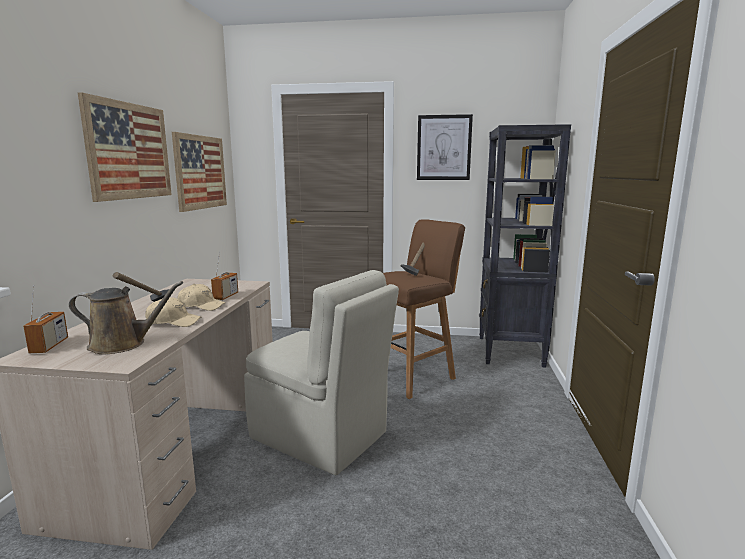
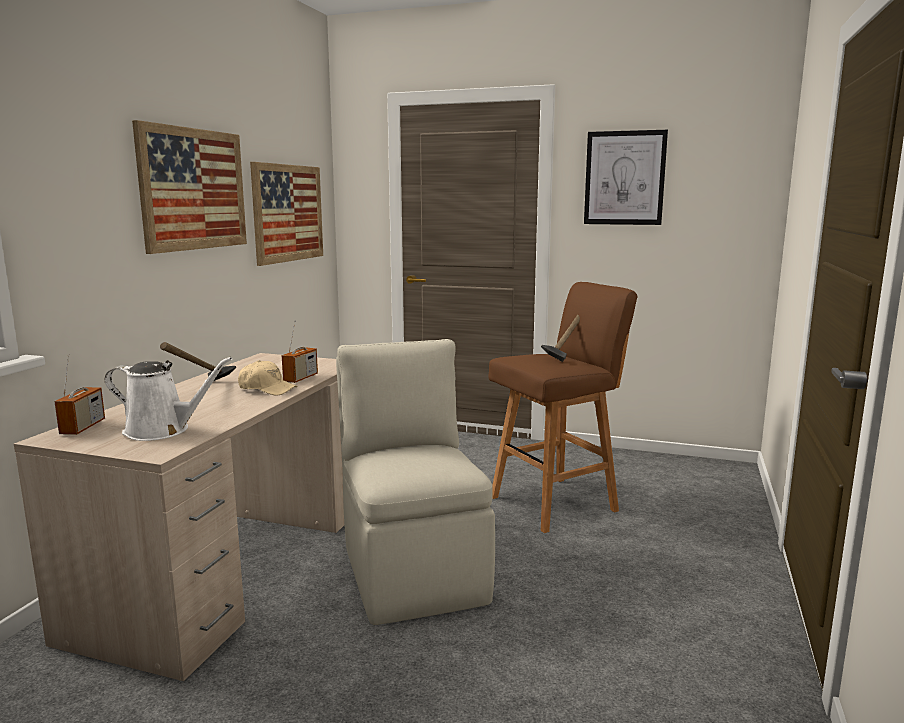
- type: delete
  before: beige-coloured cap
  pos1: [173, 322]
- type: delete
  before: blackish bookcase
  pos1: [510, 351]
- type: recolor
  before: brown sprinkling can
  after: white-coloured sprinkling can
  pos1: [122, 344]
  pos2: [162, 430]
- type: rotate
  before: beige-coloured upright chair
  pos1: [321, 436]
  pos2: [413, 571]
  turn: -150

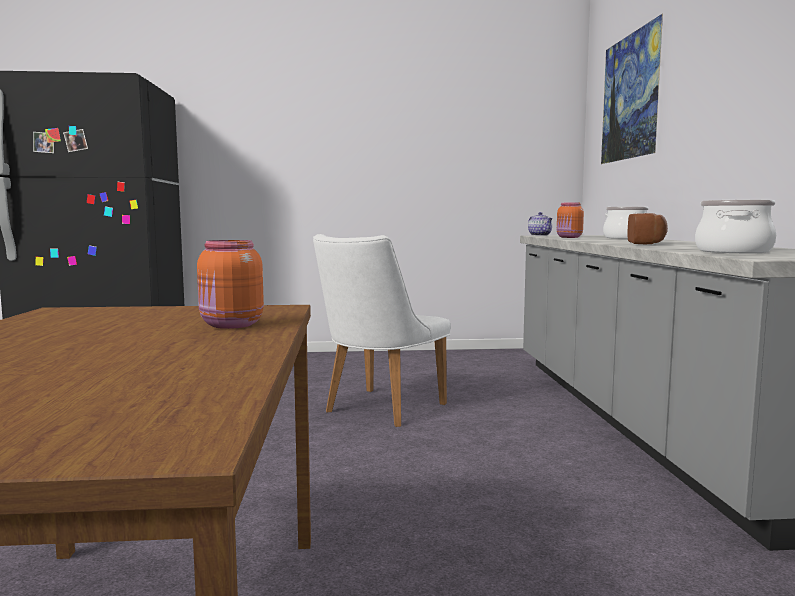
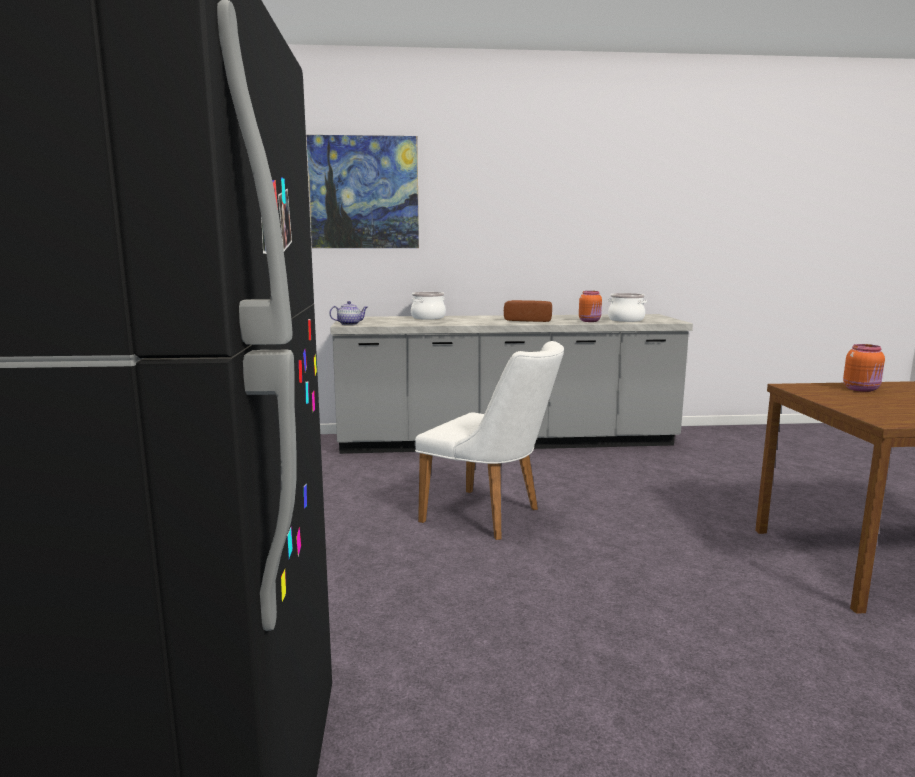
- type: move
  before: orangey storage jar
  pos1: [569, 237]
  pos2: [590, 321]

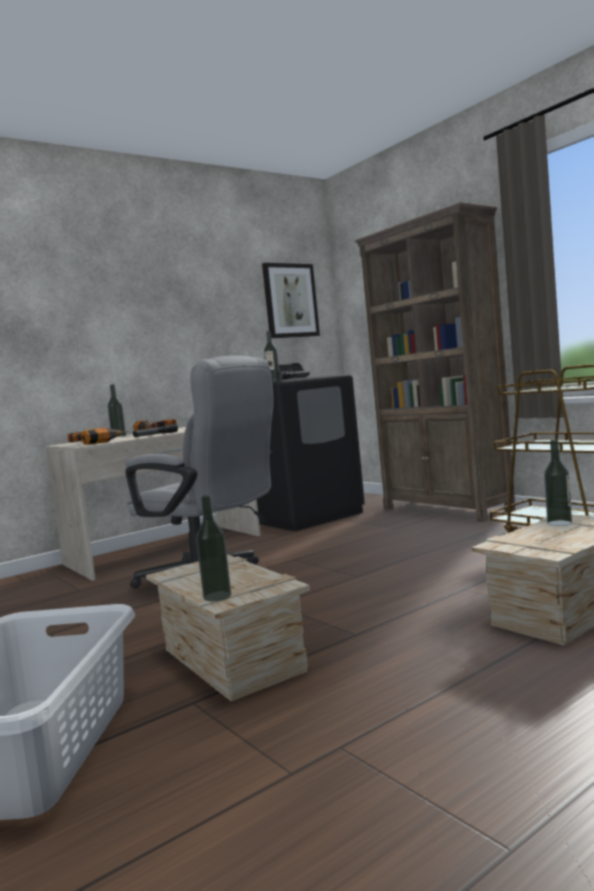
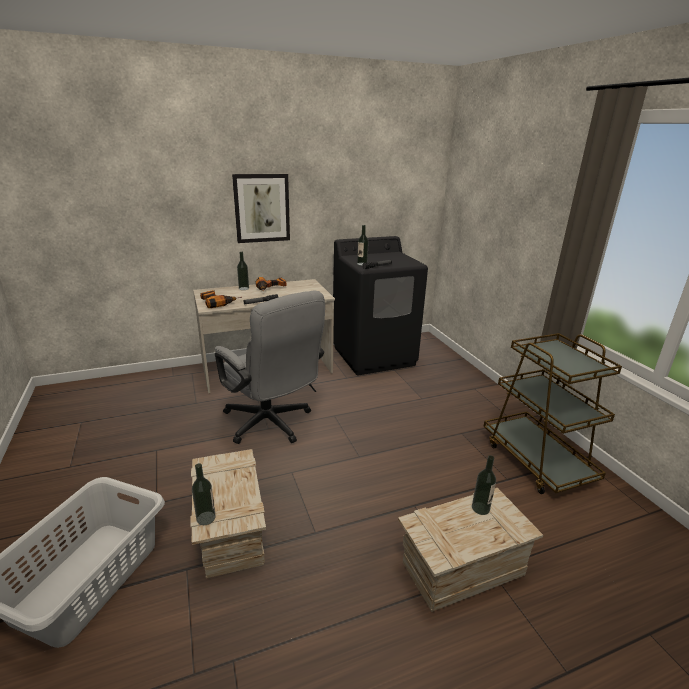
- type: delete
  before: brown bookcase
  pos1: [446, 509]
- type: move
  before: wall art
  pos1: [290, 301]
  pos2: [262, 208]

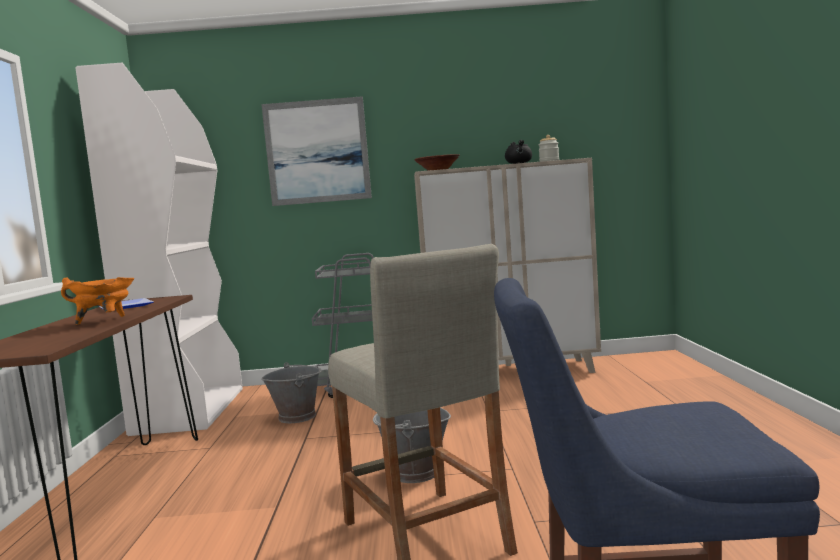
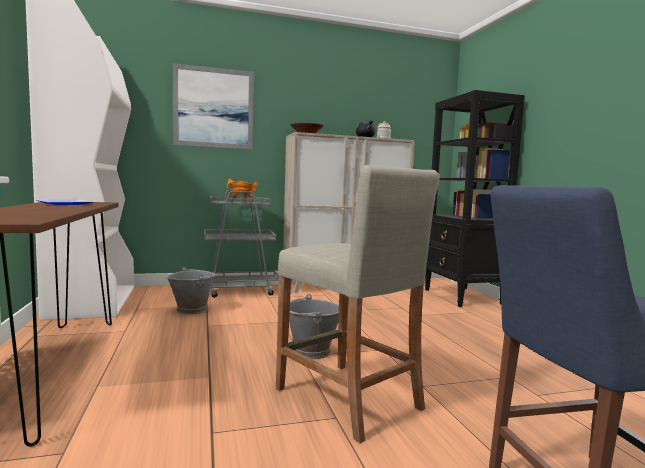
- type: insert
  after: blackish bookcase
  pos2: [462, 297]
- type: move
  before: orangey saucepot
  pos1: [105, 321]
  pos2: [243, 202]

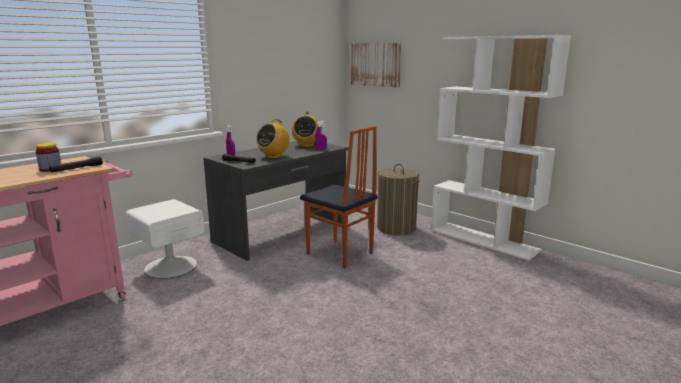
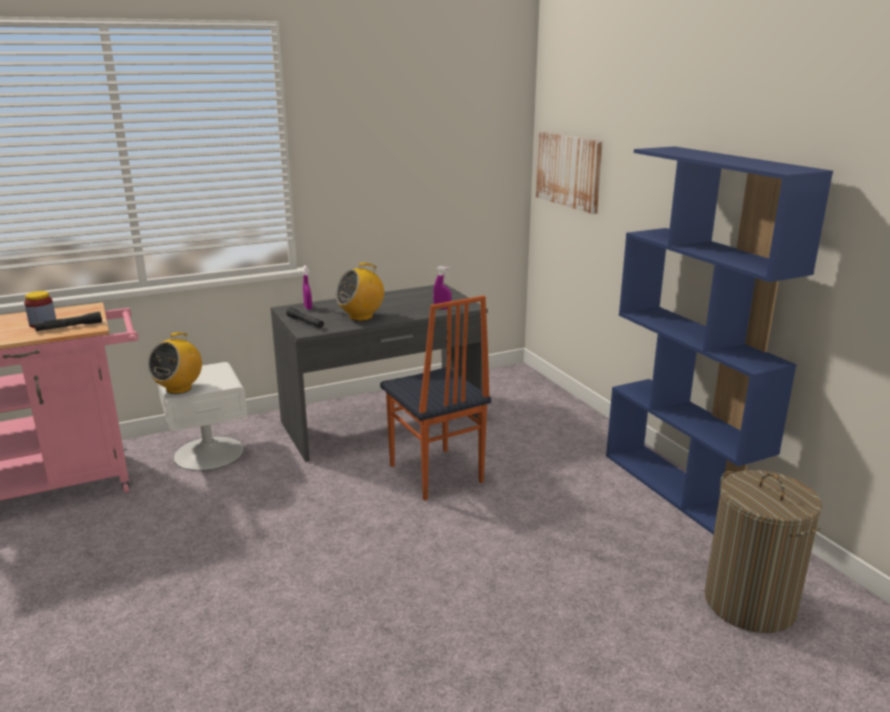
- type: move
  before: radio set
  pos1: [306, 145]
  pos2: [179, 388]
- type: move
  before: hamper
  pos1: [396, 228]
  pos2: [749, 603]
- type: recolor
  before: white-coloured bookcase
  after: bluish bookcase
  pos1: [484, 240]
  pos2: [680, 490]

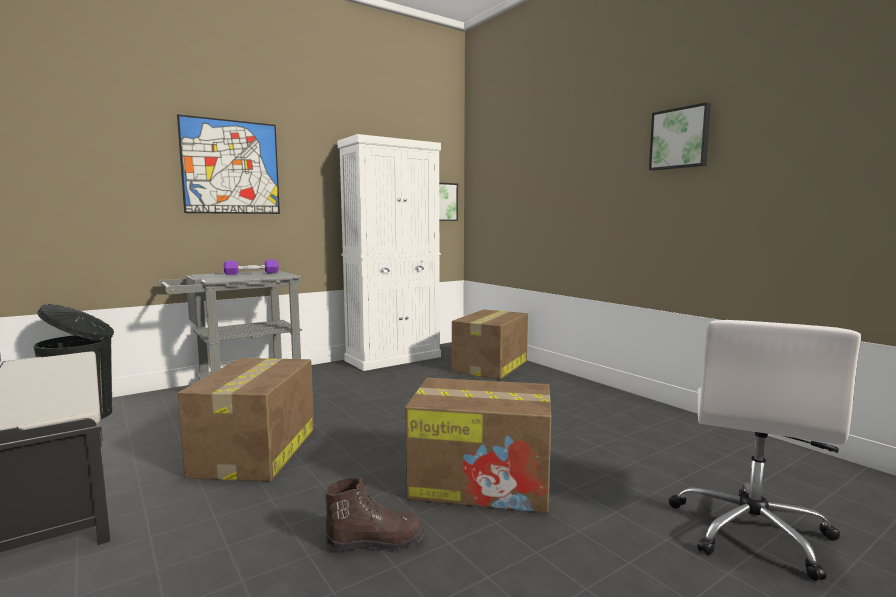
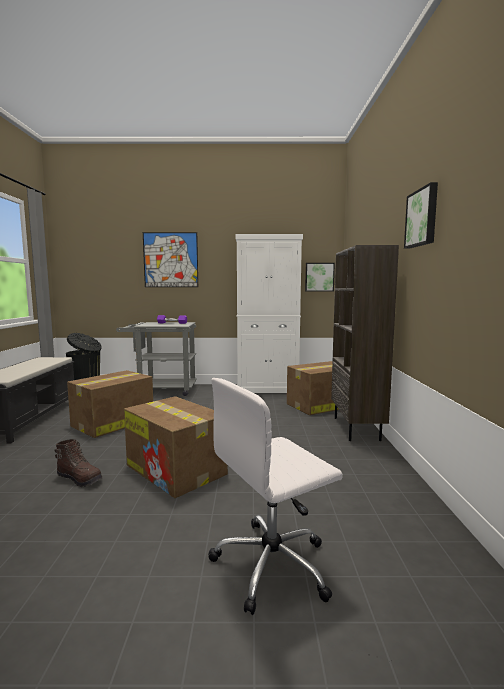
- type: insert
  after: brown bookcase
  pos2: [357, 429]

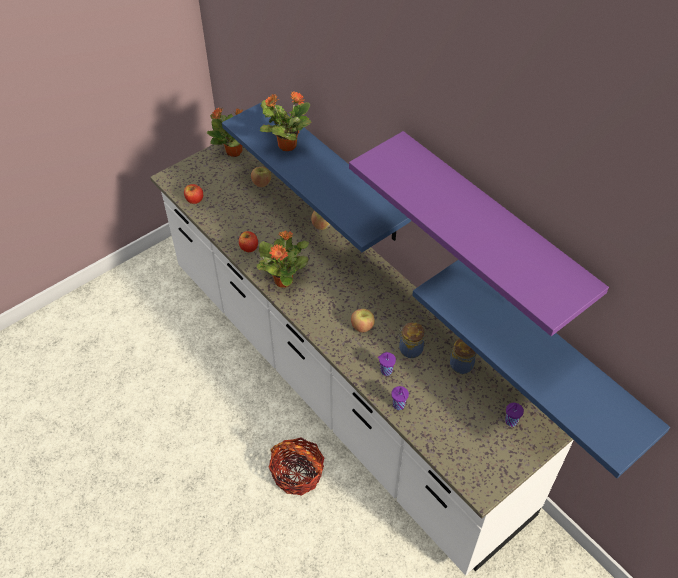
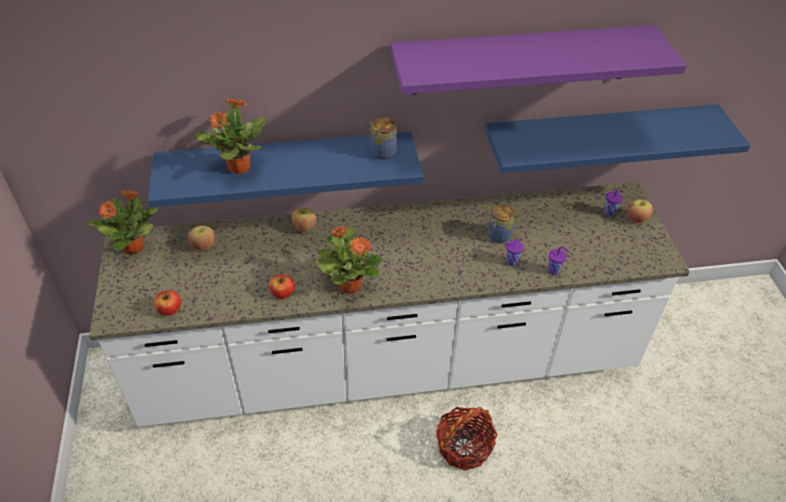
- type: move
  before: apple fruit
  pos1: [362, 326]
  pos2: [636, 218]
- type: move
  before: storage jar
  pos1: [461, 364]
  pos2: [382, 152]

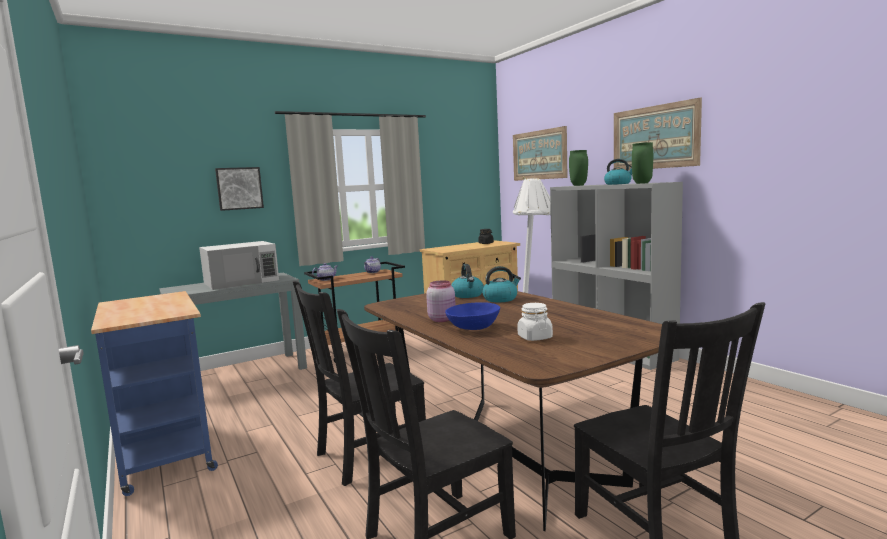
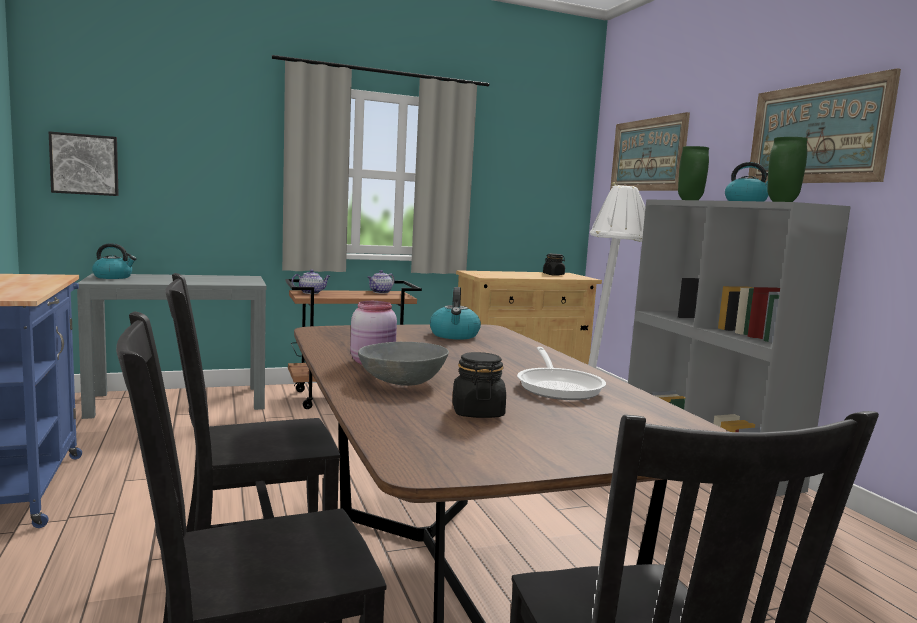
- type: delete
  before: white-coloured microwave
  pos1: [242, 281]
- type: insert
  after: skillet
  pos2: [558, 387]
- type: move
  before: wall art
  pos1: [239, 188]
  pos2: [85, 164]
- type: move
  before: water kettle
  pos1: [500, 299]
  pos2: [113, 277]
- type: recolor
  before: bluish deep dish
  after: greyish deep dish
  pos1: [473, 327]
  pos2: [403, 381]
- type: recolor
  before: white-coloured storage jar
  after: blackish storage jar
  pos1: [534, 337]
  pos2: [477, 412]

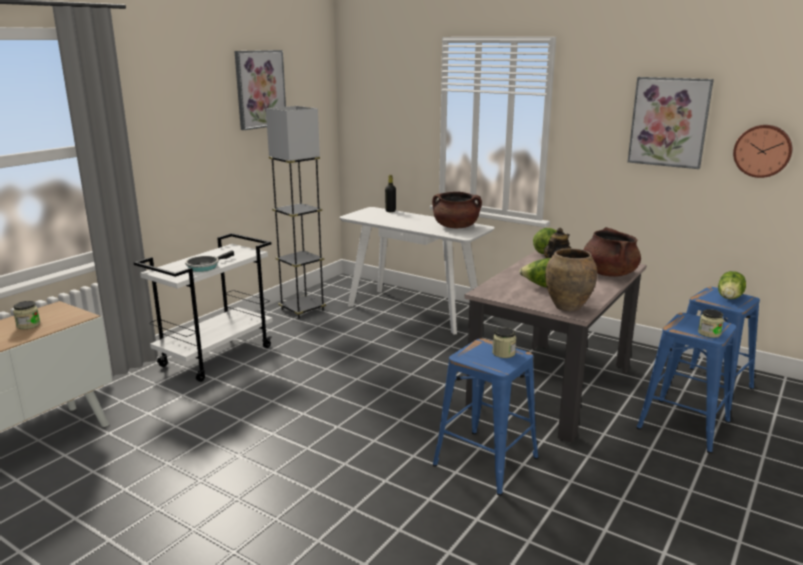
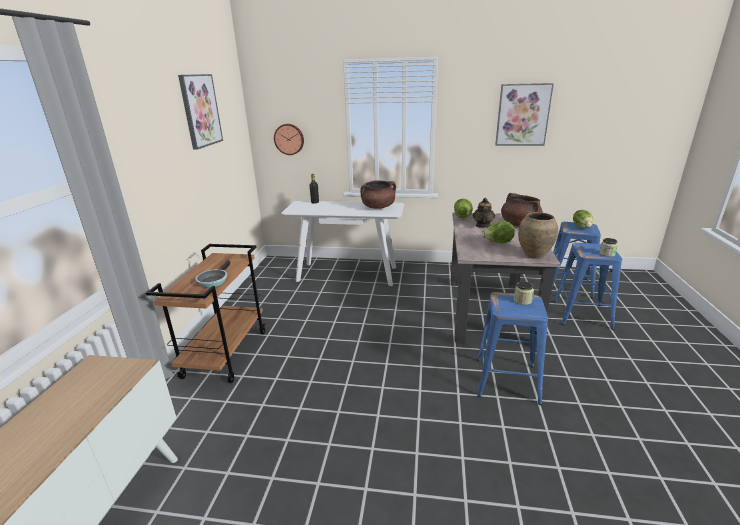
- type: delete
  before: storage jar
  pos1: [28, 325]
- type: delete
  before: greyish standard lamp
  pos1: [302, 310]
- type: move
  before: wall clock
  pos1: [762, 151]
  pos2: [289, 139]
- type: recolor
  before: white-coloured cart
  after: brown cart
  pos1: [217, 356]
  pos2: [225, 353]

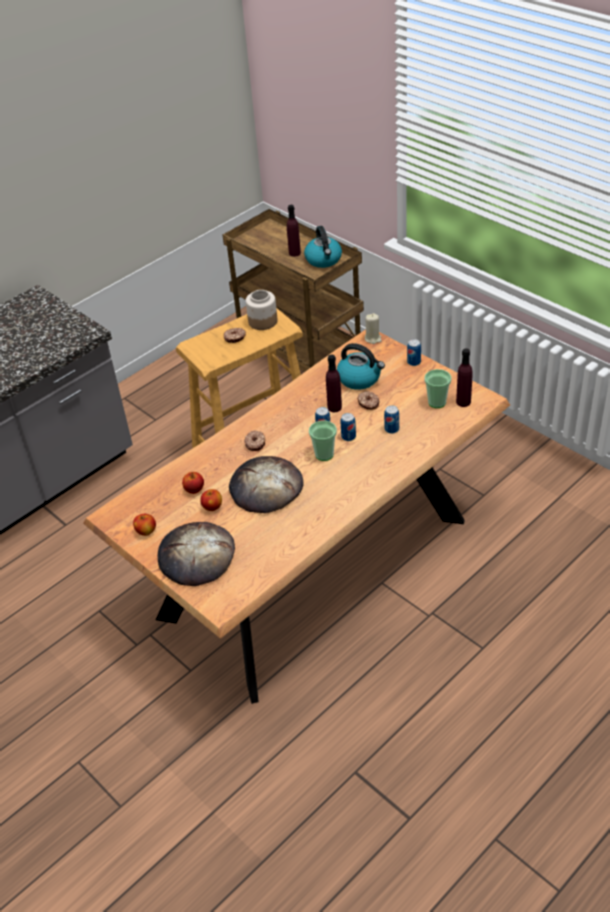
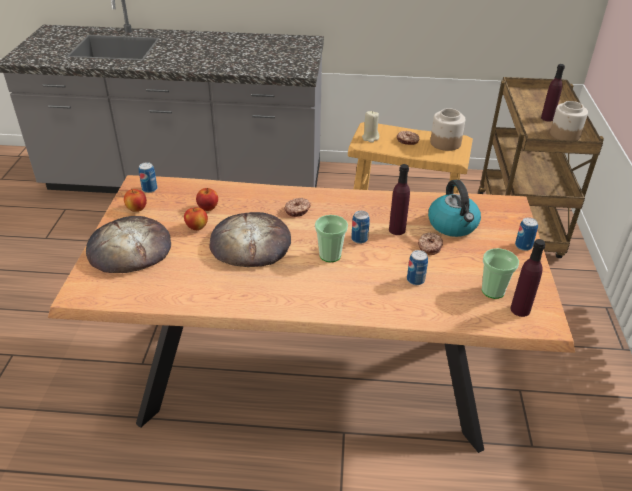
- type: move
  before: can
  pos1: [348, 437]
  pos2: [149, 189]
- type: move
  before: beige-coloured wax candle
  pos1: [373, 338]
  pos2: [370, 138]
- type: replace
  before: water kettle
  after: storage jar
  pos1: [324, 260]
  pos2: [565, 134]

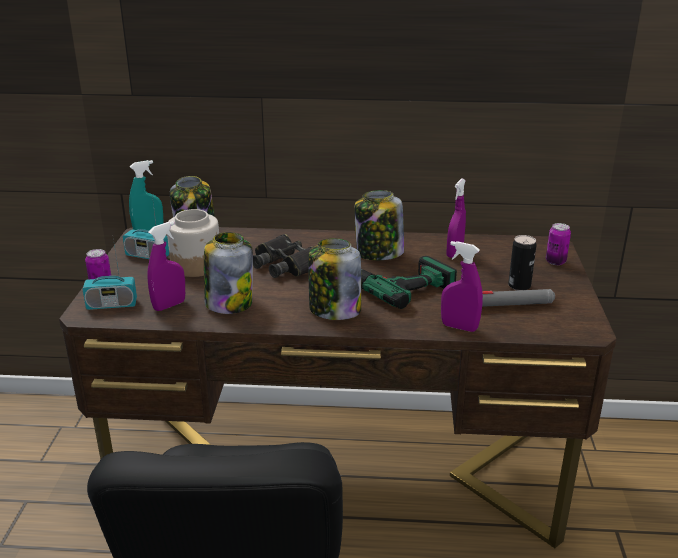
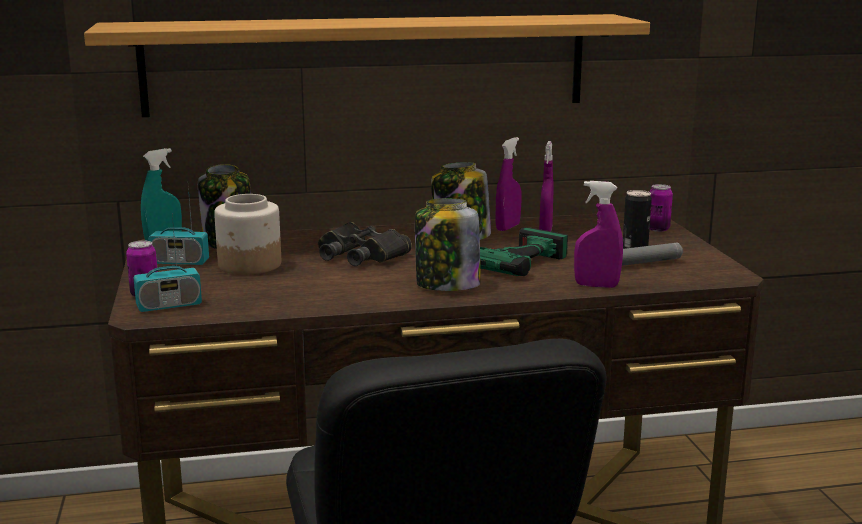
- type: delete
  before: storage jar
  pos1: [229, 303]
- type: insert
  after: bracket shelf
  pos2: [368, 64]
- type: move
  before: purple-coloured spray bottle
  pos1: [169, 305]
  pos2: [508, 227]

